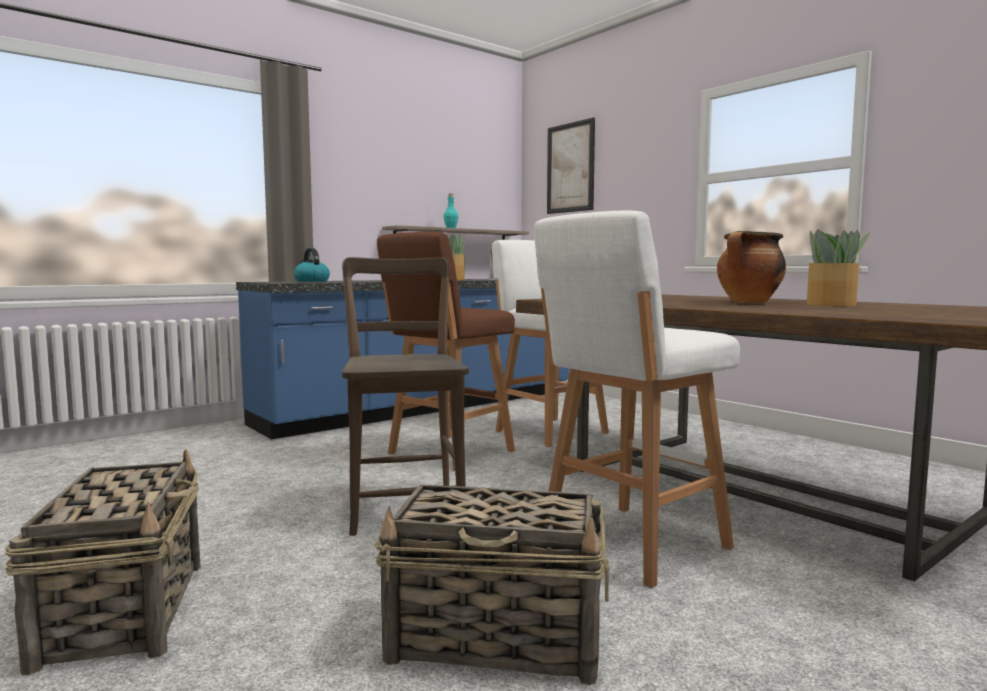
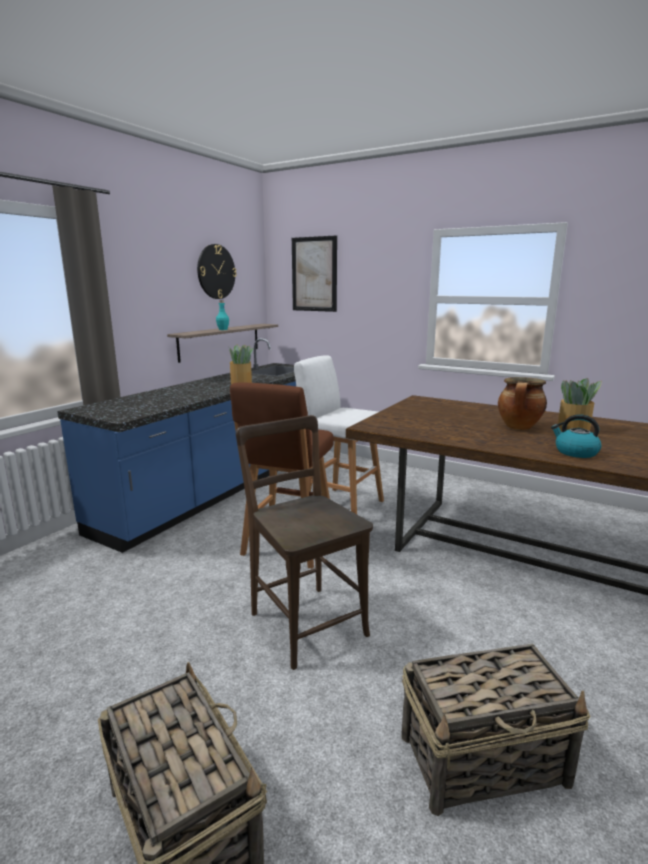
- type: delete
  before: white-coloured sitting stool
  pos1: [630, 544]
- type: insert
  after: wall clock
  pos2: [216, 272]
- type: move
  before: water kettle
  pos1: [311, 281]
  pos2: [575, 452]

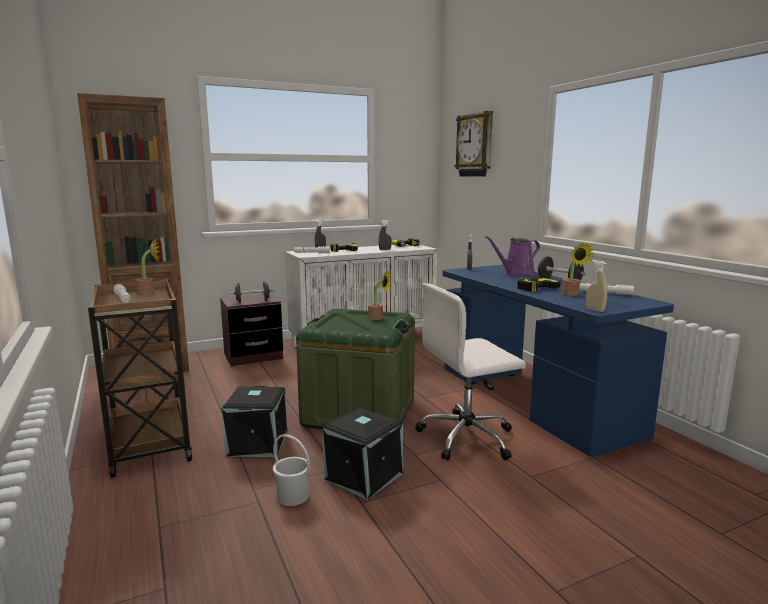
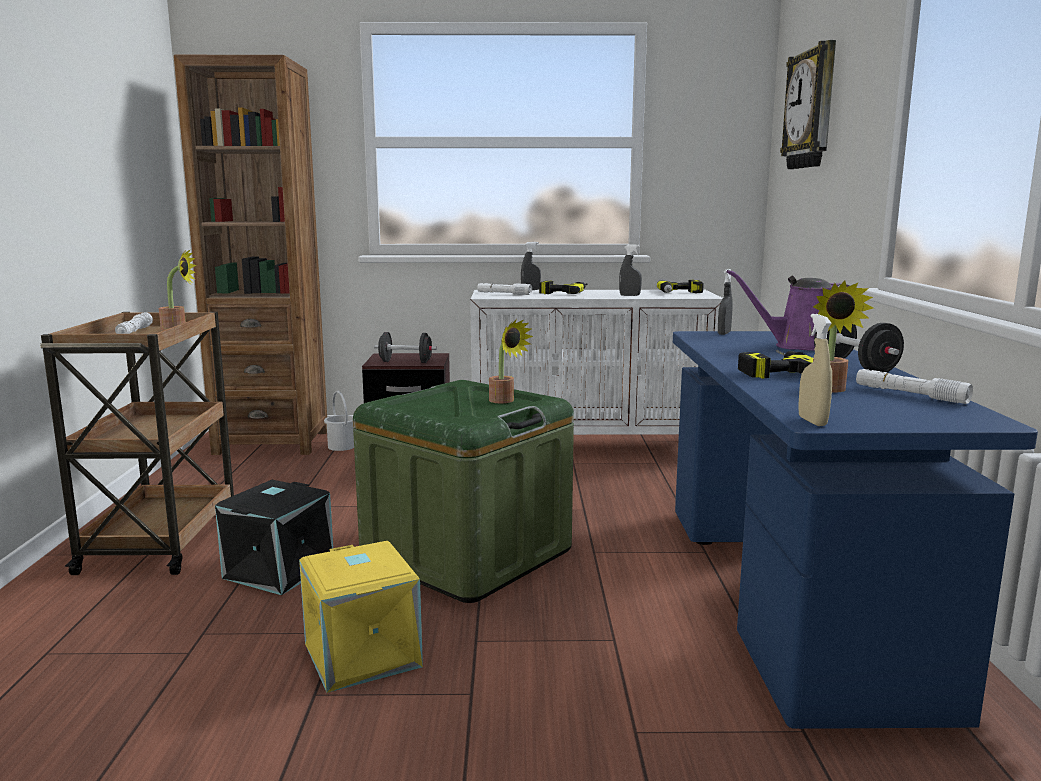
- type: delete
  before: white-coloured desk chair
  pos1: [468, 437]
- type: move
  before: white-coloured water bucket
  pos1: [293, 496]
  pos2: [342, 446]
- type: recolor
  before: blackish storage container
  after: yellowish storage container
  pos1: [364, 476]
  pos2: [364, 655]

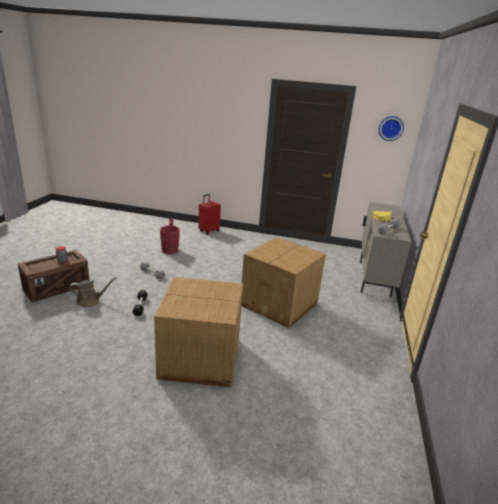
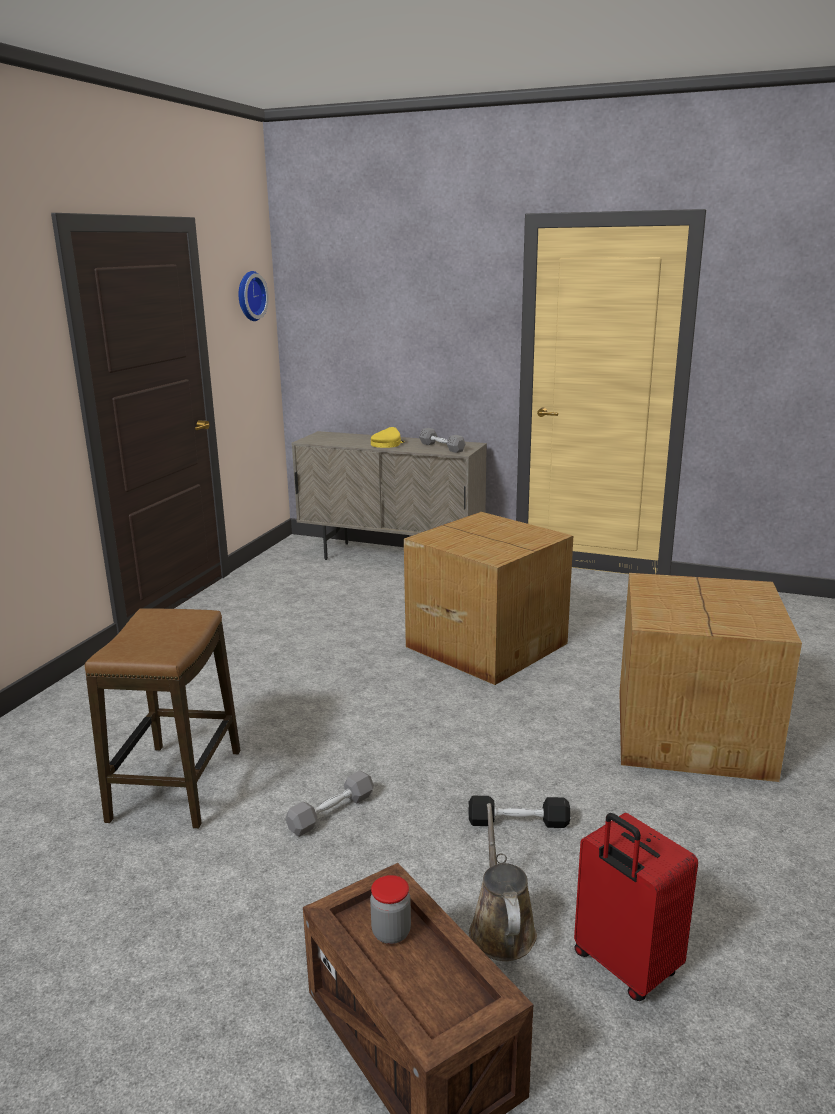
- type: move
  before: reddish piece of luggage
  pos1: [208, 231]
  pos2: [624, 966]
- type: replace
  before: reddish water bucket
  after: sitting stool
  pos1: [170, 250]
  pos2: [176, 786]

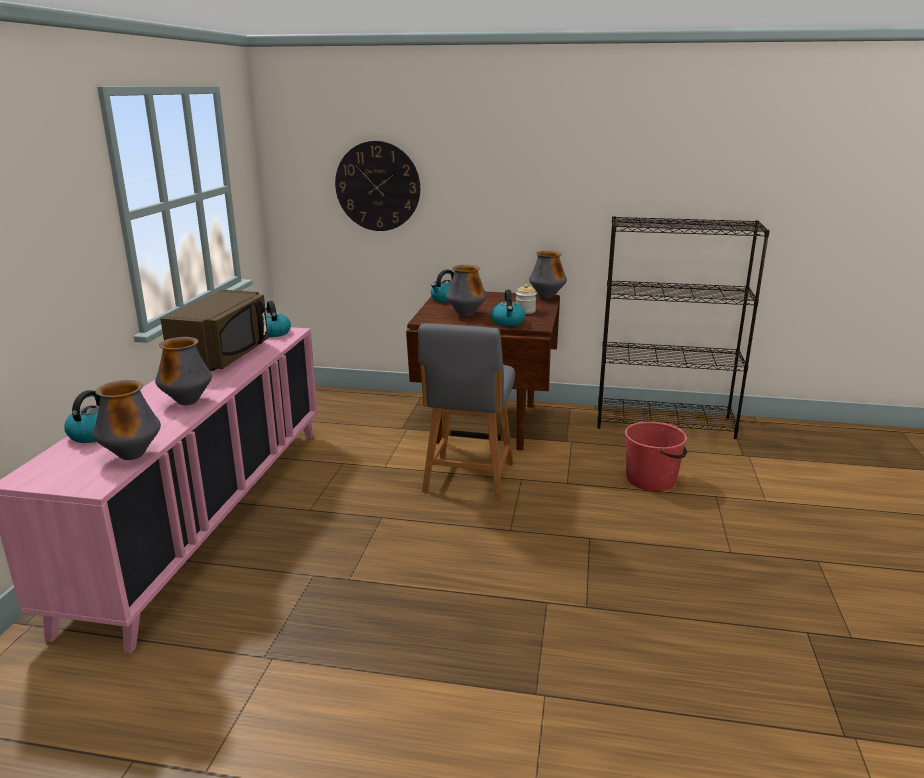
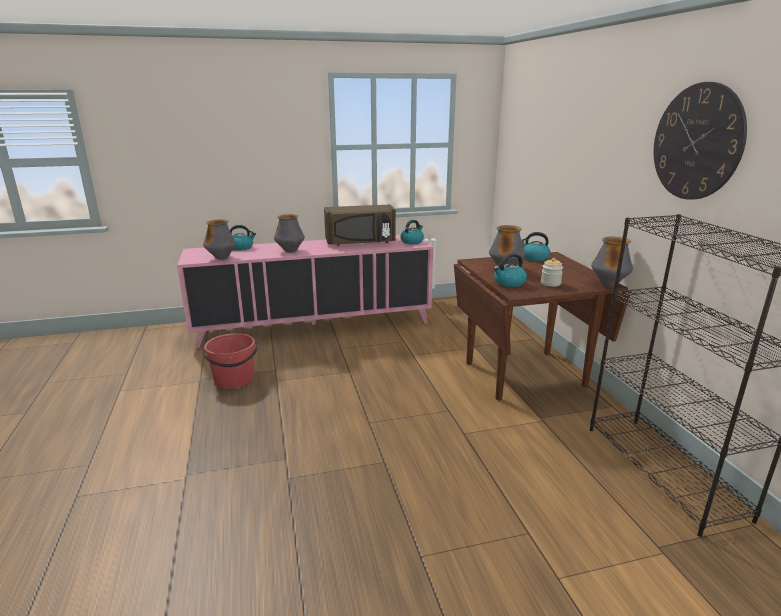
- type: delete
  before: greyish upright chair
  pos1: [468, 479]
- type: move
  before: wall clock
  pos1: [377, 186]
  pos2: [697, 142]
- type: move
  before: reddish water bucket
  pos1: [651, 479]
  pos2: [234, 379]

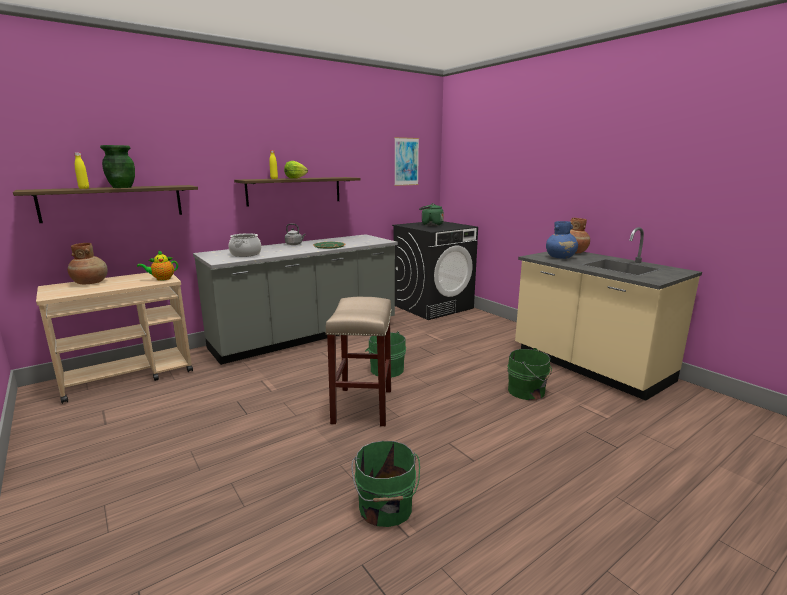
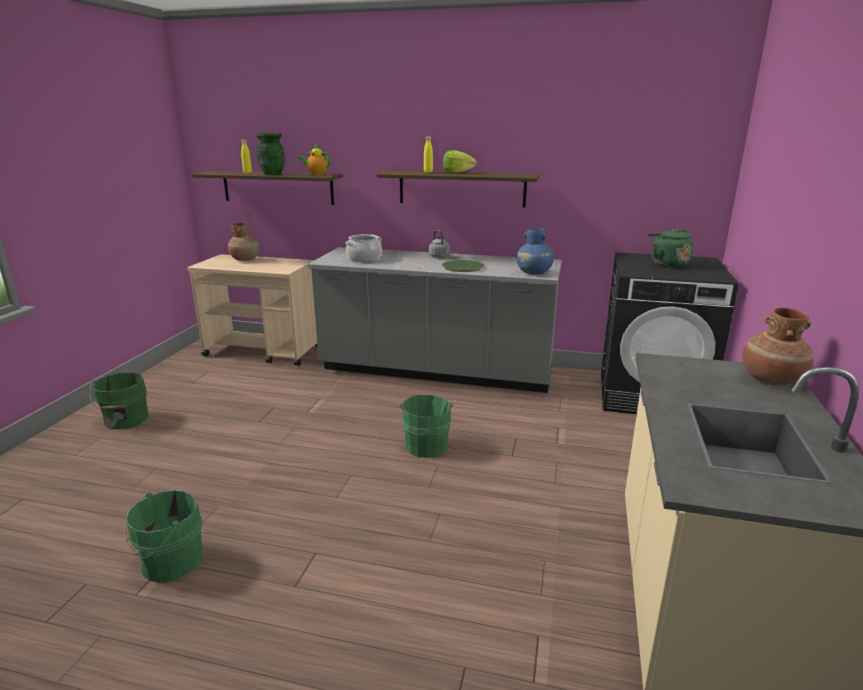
- type: delete
  before: beige-coloured sitting stool
  pos1: [362, 405]
- type: delete
  before: wall art
  pos1: [406, 161]
- type: move
  before: pot for tea
  pos1: [161, 279]
  pos2: [316, 174]
- type: move
  before: green-coloured water bucket
  pos1: [528, 392]
  pos2: [125, 420]
- type: move
  before: bluish decorative vase
  pos1: [560, 257]
  pos2: [534, 273]

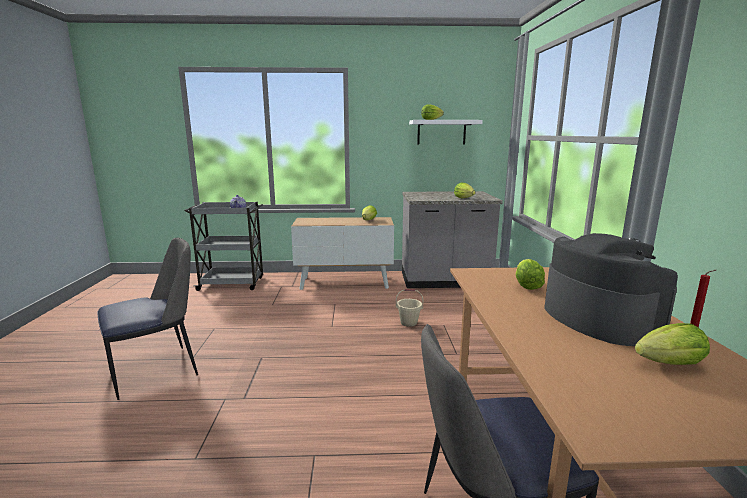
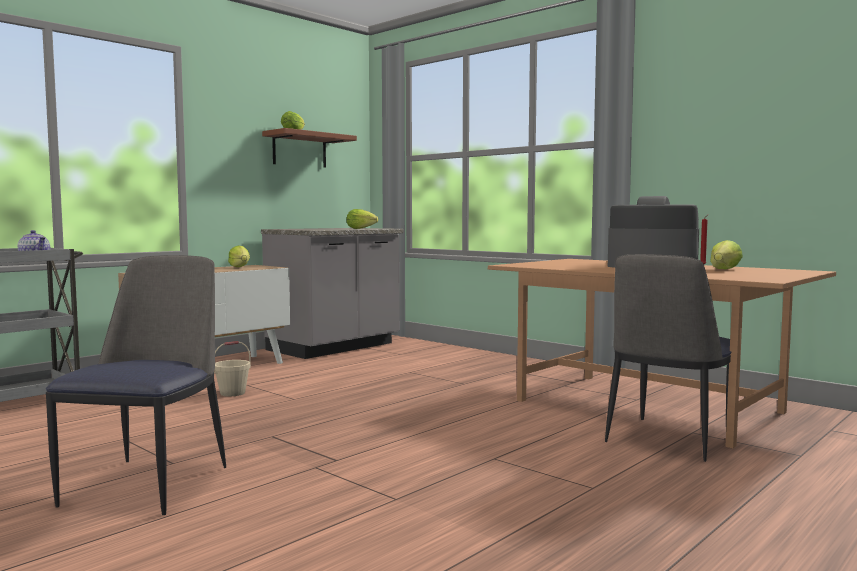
- type: delete
  before: head of lettuce
  pos1: [527, 286]
- type: move
  before: beige-coloured water bucket
  pos1: [408, 323]
  pos2: [232, 393]
- type: recolor
  before: white-coloured bracket shelf
  after: brown bracket shelf
  pos1: [441, 132]
  pos2: [299, 150]

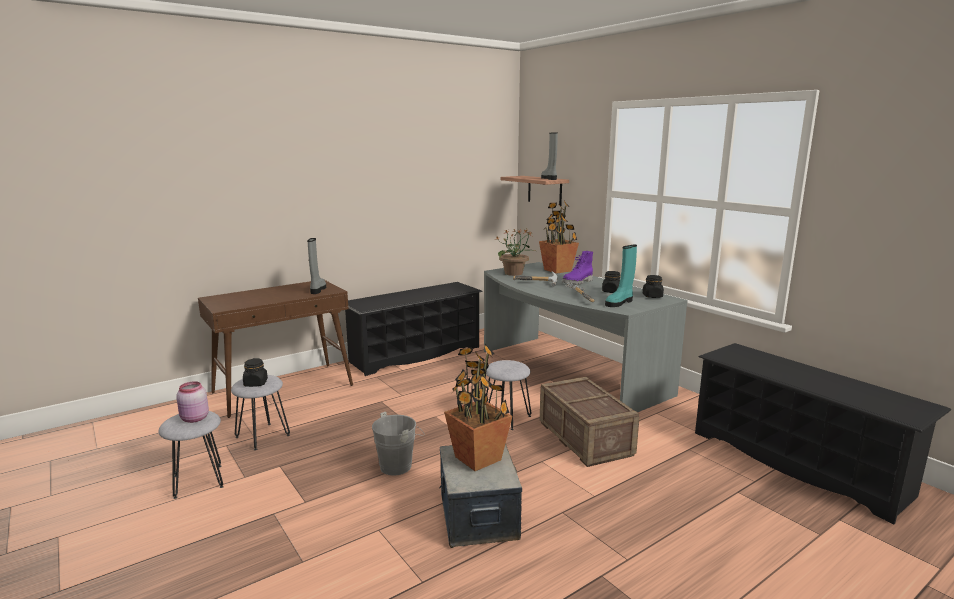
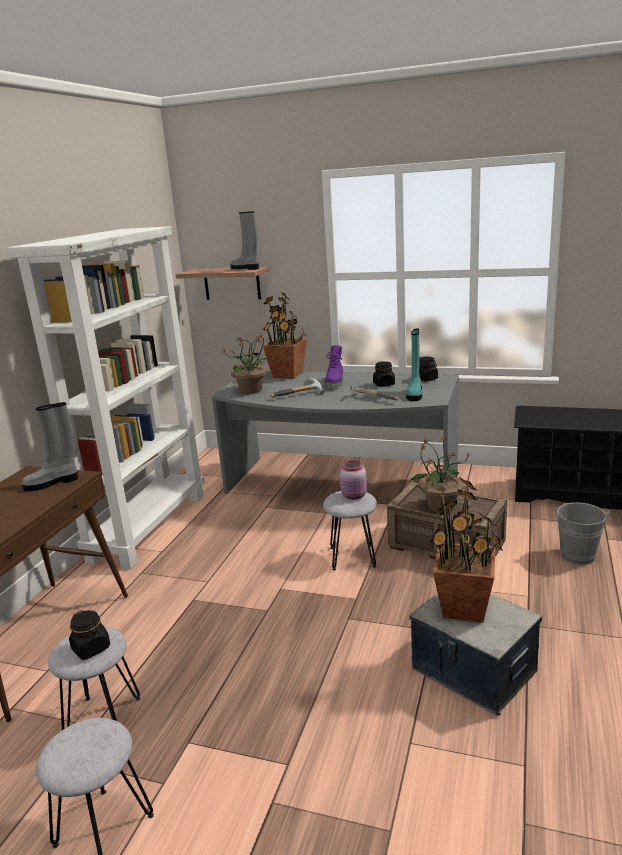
- type: insert
  after: plant in a pot
  pos2: [440, 506]
- type: move
  before: pink storage jar
  pos1: [194, 419]
  pos2: [354, 496]
- type: move
  before: greyish water bucket
  pos1: [399, 465]
  pos2: [577, 554]
- type: replace
  before: blackish shoe shelf
  after: white-coloured bookcase
  pos1: [415, 354]
  pos2: [149, 526]
- type: rotate
  before: greyish high-top boot
  pos1: [317, 290]
  pos2: [53, 482]
  turn: -75

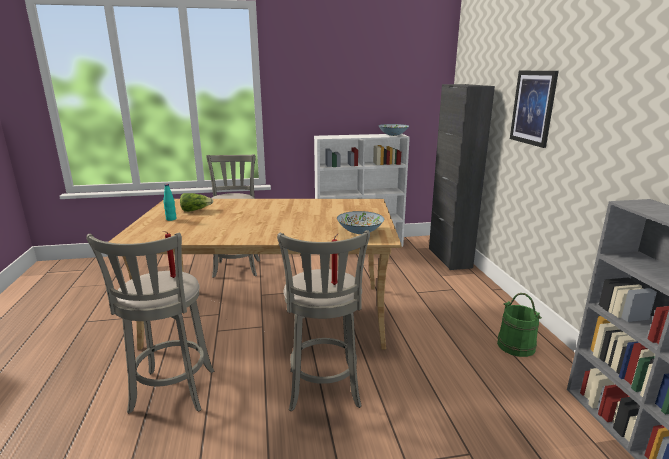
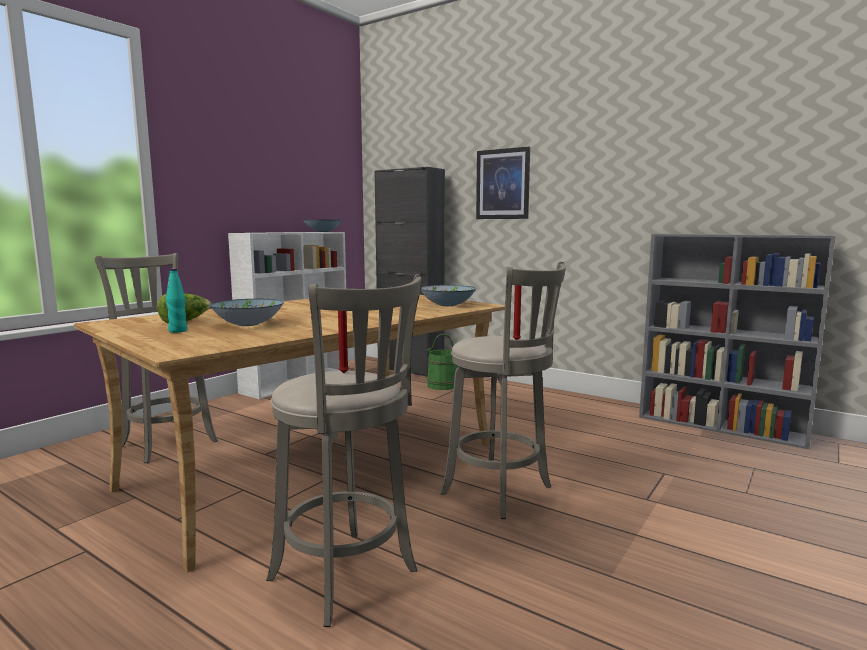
- type: insert
  after: deep dish
  pos2: [248, 324]
- type: move
  before: green-coloured water bucket
  pos1: [516, 345]
  pos2: [443, 385]

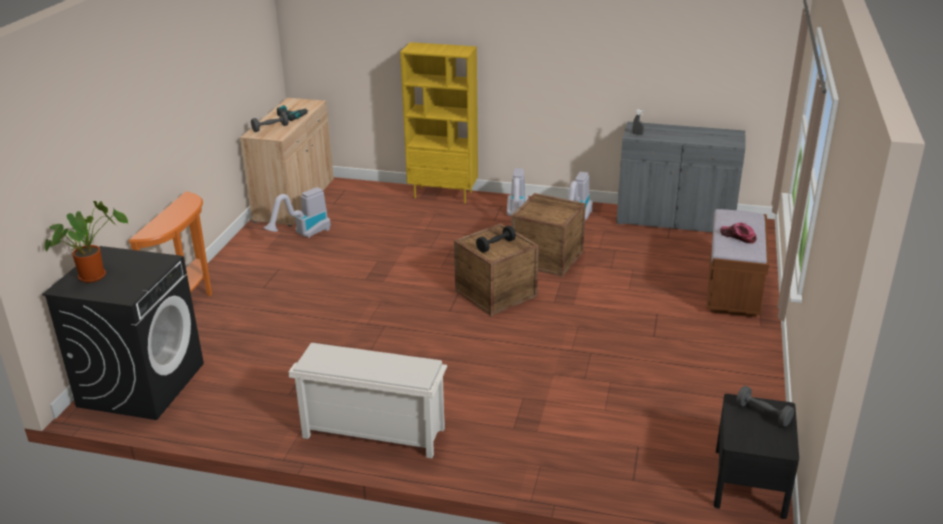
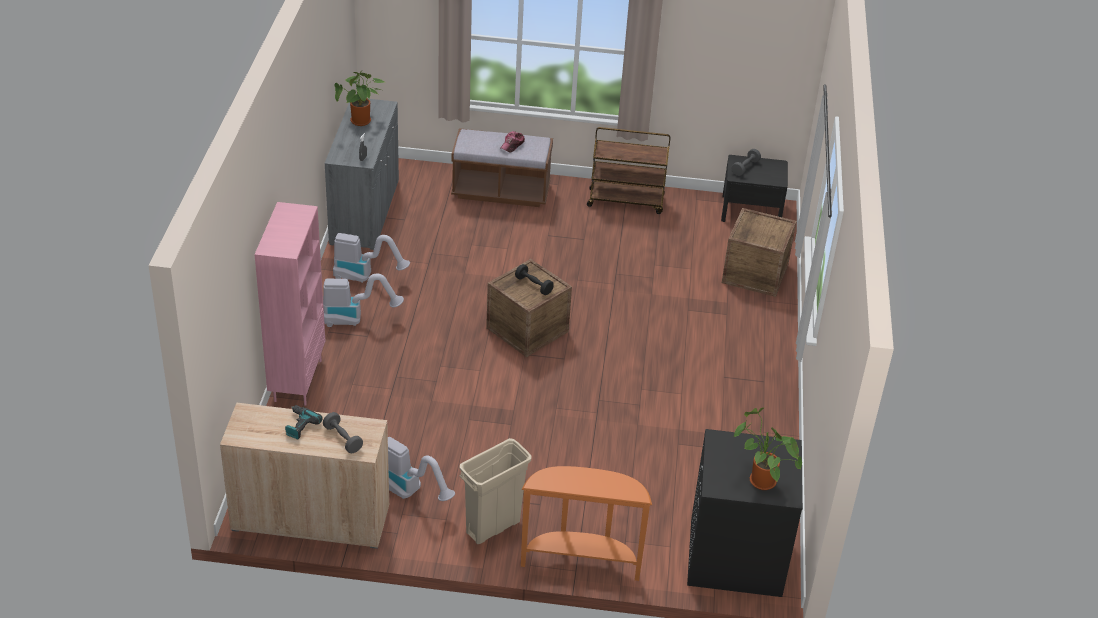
- type: delete
  before: white-coloured shoe shelf
  pos1: [372, 433]
- type: insert
  after: plant in a pot
  pos2: [361, 122]
- type: insert
  after: beige-coloured trash can
  pos2: [492, 527]
- type: insert
  after: brown cart
  pos2: [626, 201]
- type: move
  before: packing crate
  pos1: [547, 258]
  pos2: [755, 273]
- type: recolor
  before: yellowish bookcase
  after: pink bookcase
  pos1: [443, 195]
  pos2: [297, 380]

